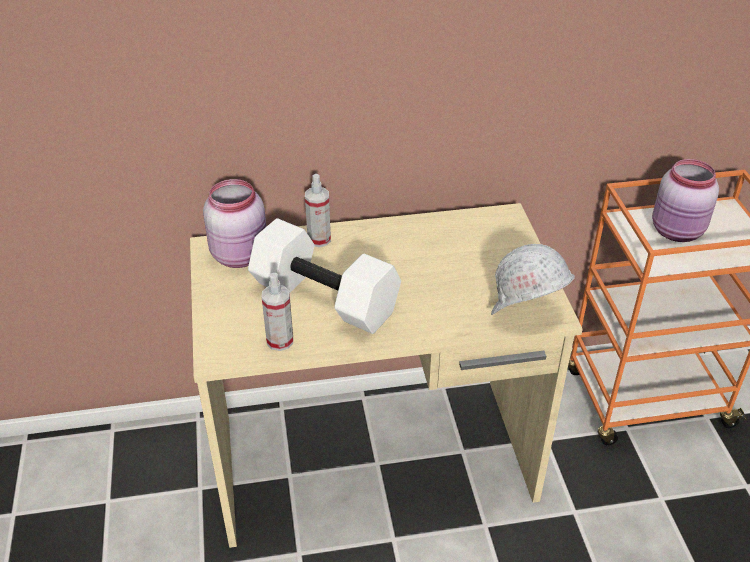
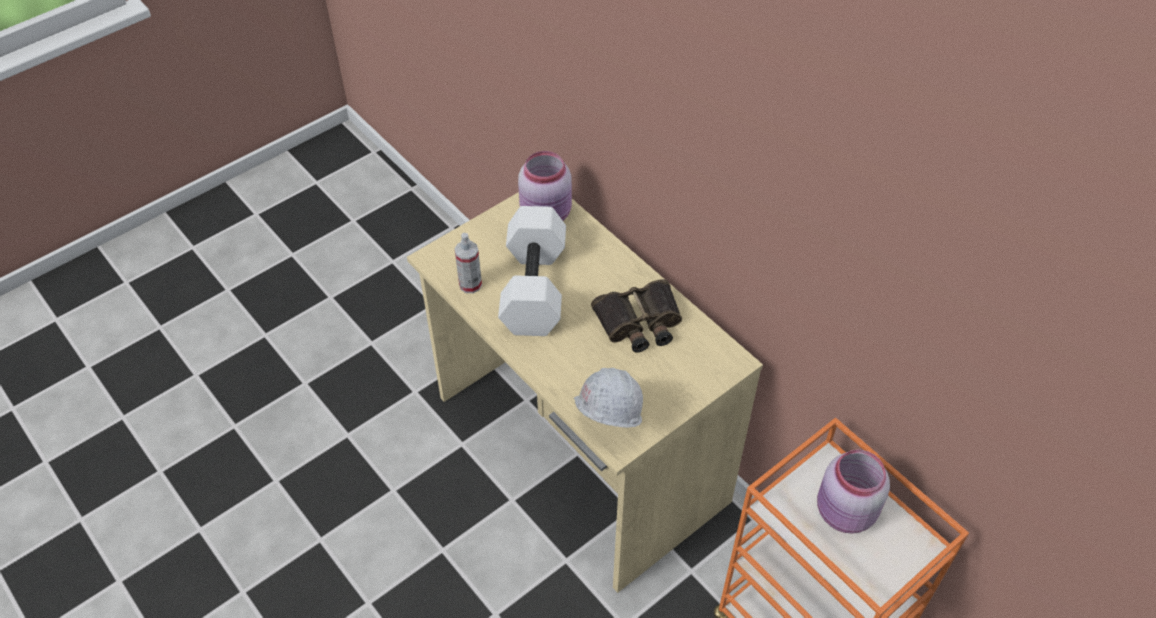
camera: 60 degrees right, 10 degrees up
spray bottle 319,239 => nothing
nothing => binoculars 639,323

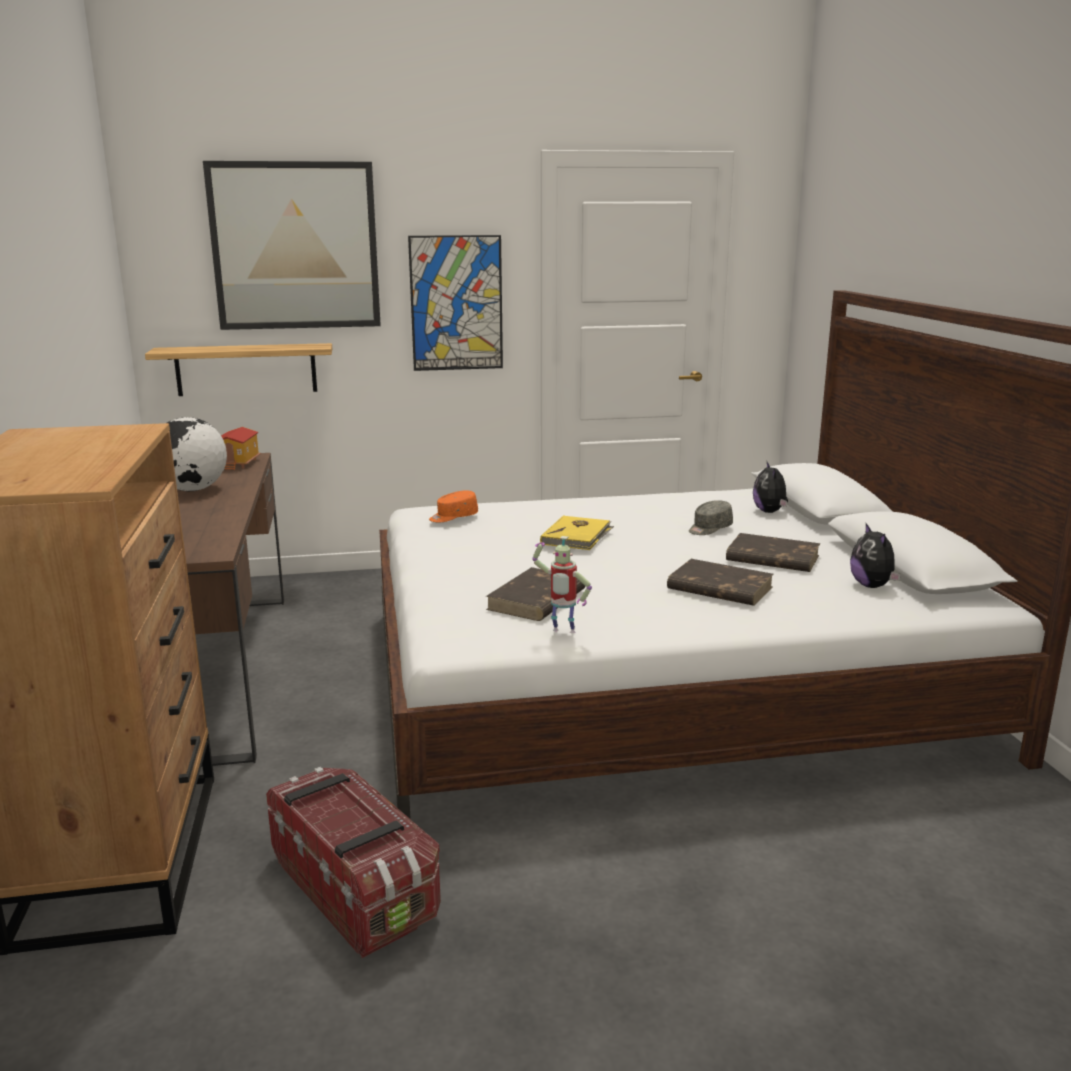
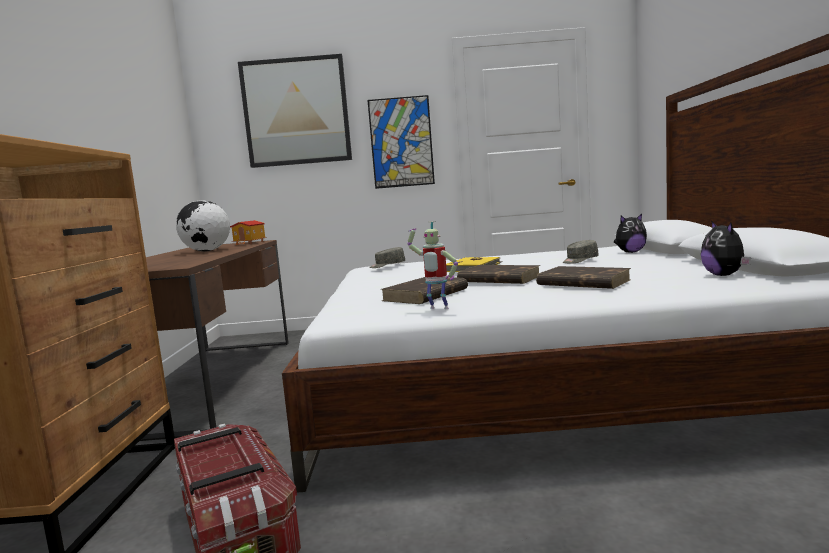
camera: 10 degrees right, 10 degrees down
shelf 246,369 => nothing
cap (orange) 453,517 => cap (grey) 387,266
book (brown) 771,558 => book (brown) 498,279, relocated
plush toy 770,512 => plush toy 630,252, 105 degrees counterclockwise

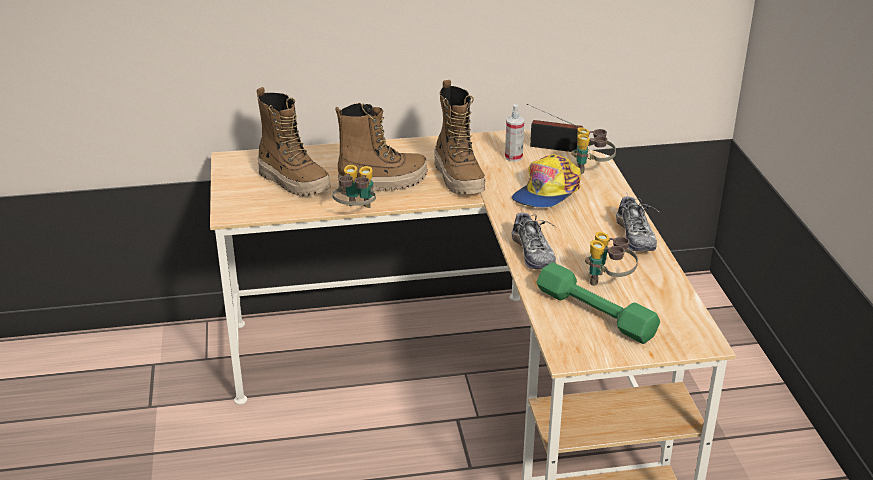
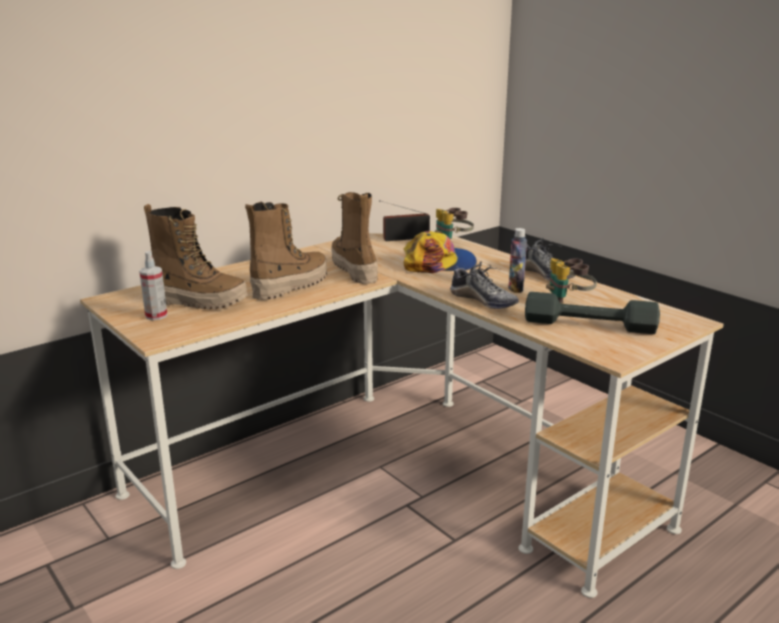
camera: 30 degrees left, 10 degrees down
binoculars 356,212 => nothing
boot 459,178 => boot 354,269, 150 degrees counterclockwise
spray bottle 513,157 => spray bottle 156,316, relocated
cap 547,193 => cap 439,264, 105 degrees counterclockwise
dumbbell (green) 595,313 => dumbbell (grey) 589,325
nothing => bottle 516,289

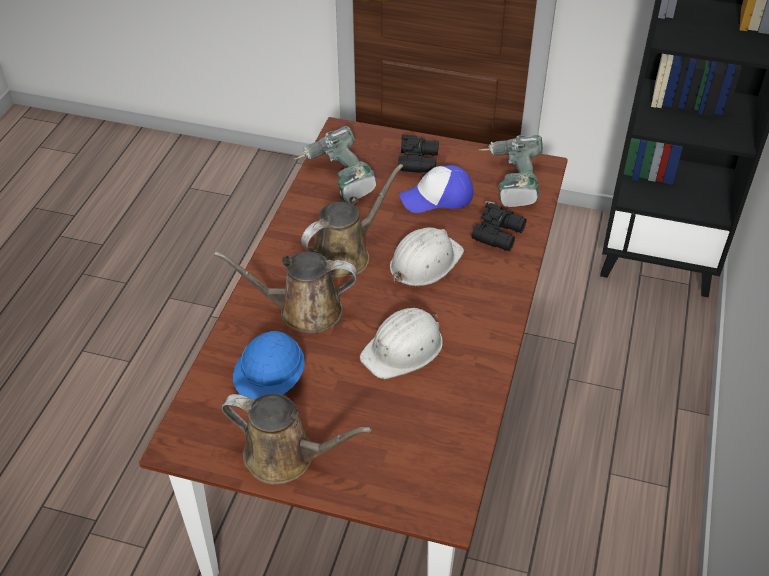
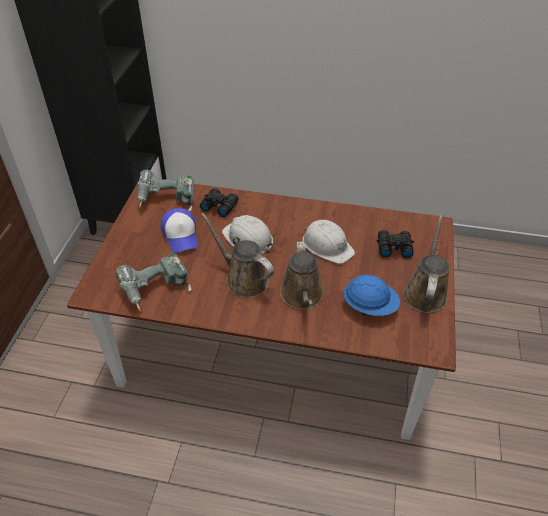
camera: 95 degrees left, 0 degrees up
binoculars (black) 419,161 => binoculars (black) 393,247, relocated

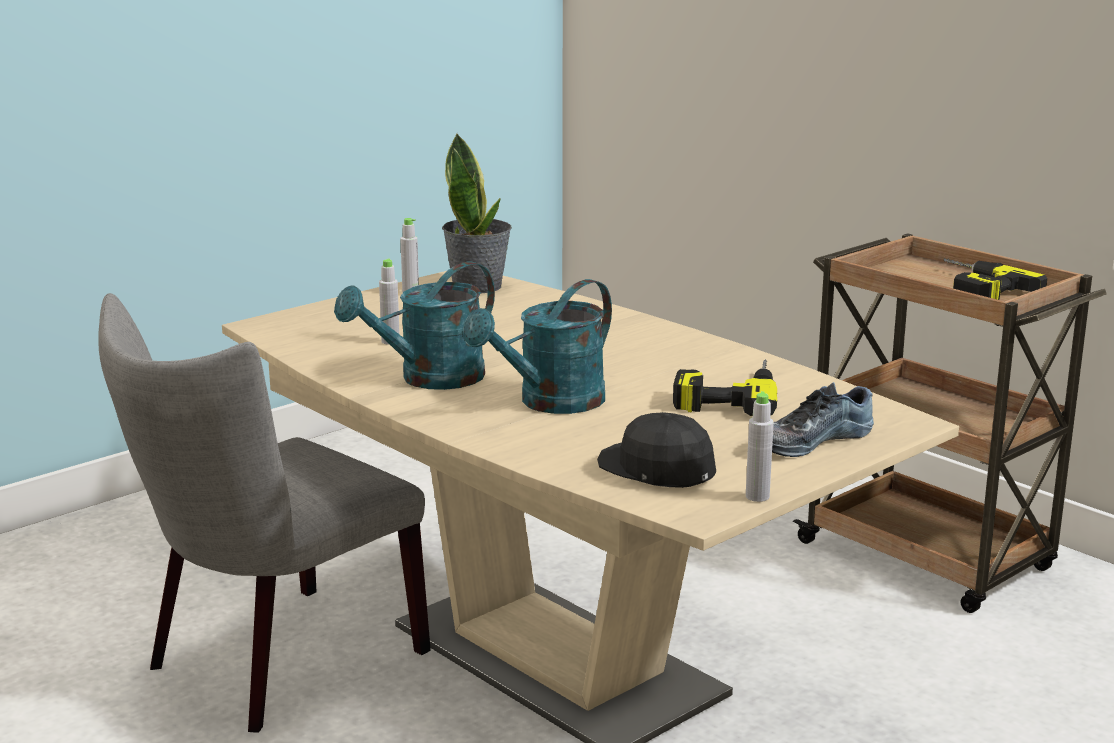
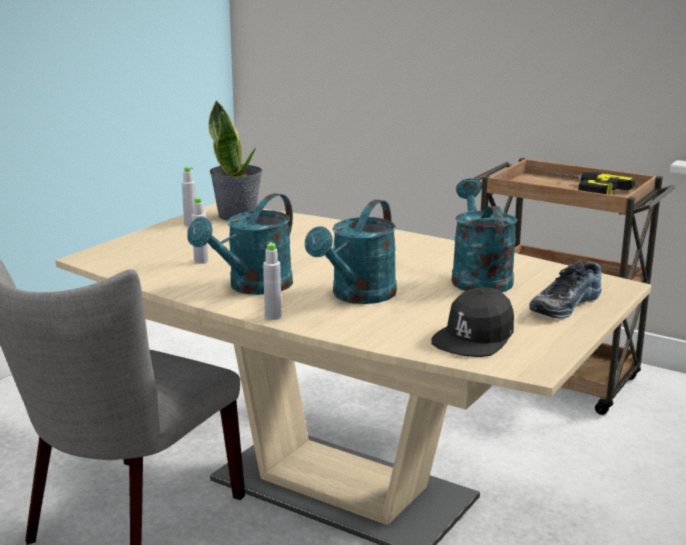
camera: 15 degrees left, 0 degrees up
cap (black) 657,468 => cap (black) 475,337, 90 degrees counterclockwise
power drill 727,394 => watering can (turquoise) 478,277
bottle (grey) 757,497 => bottle (grey) 273,317, relocated

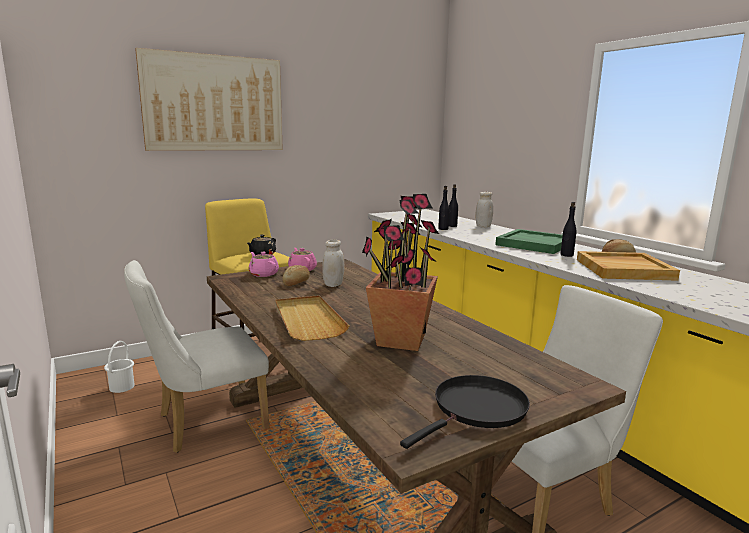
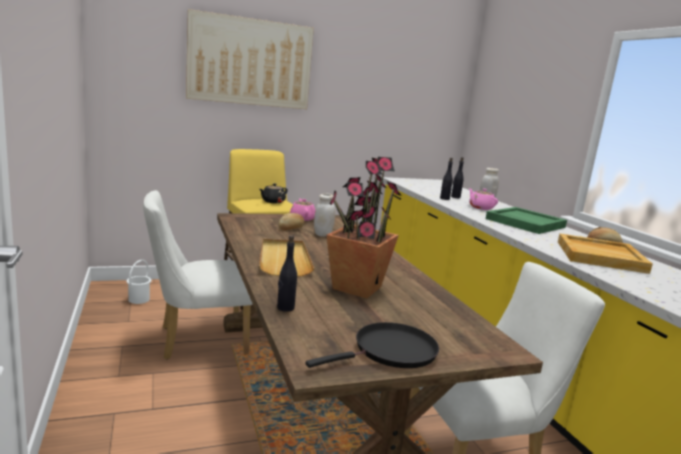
camera: 10 degrees right, 0 degrees up
teapot (pink) 263,274 => teapot (pink) 480,208, relocated
bottle (black) 566,255 => bottle (black) 285,308, relocated

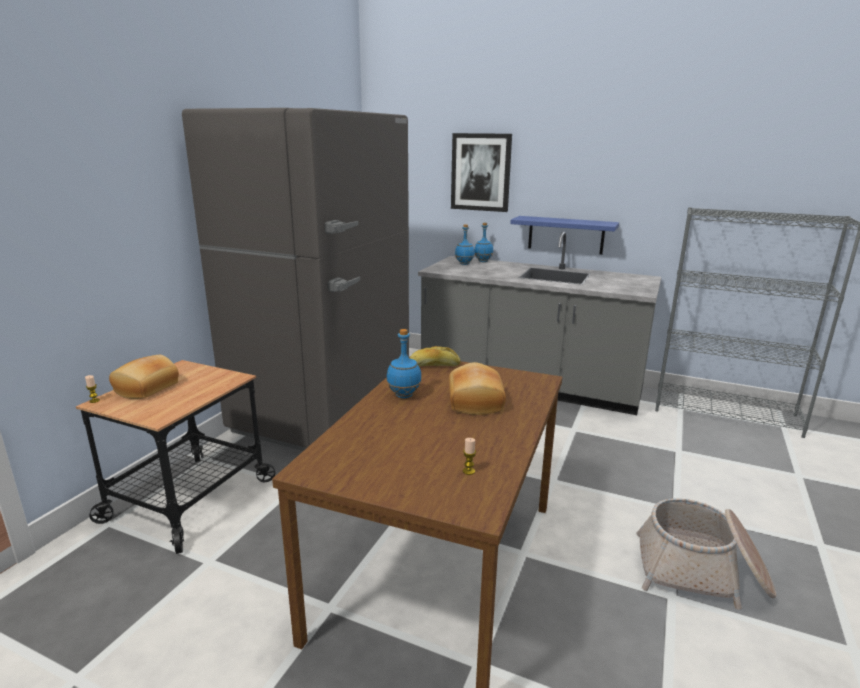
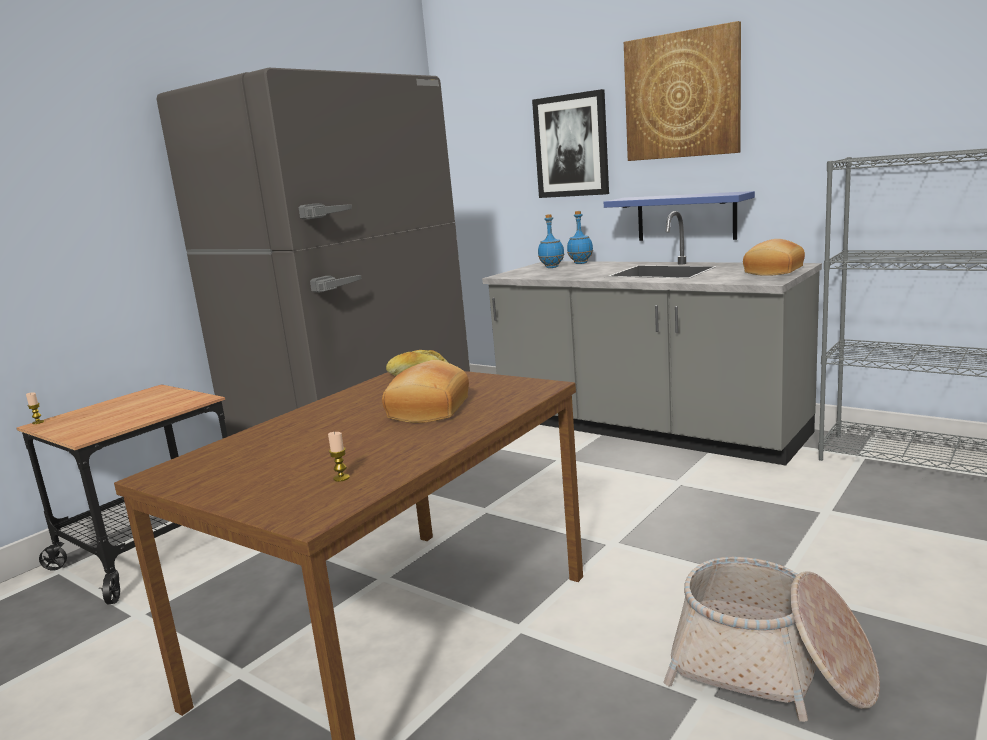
camera: 15 degrees right, 5 degrees down
bread 147,388 => bread 775,271, relocated
bottle (blue) 404,395 => nothing
nothing => picture 682,96

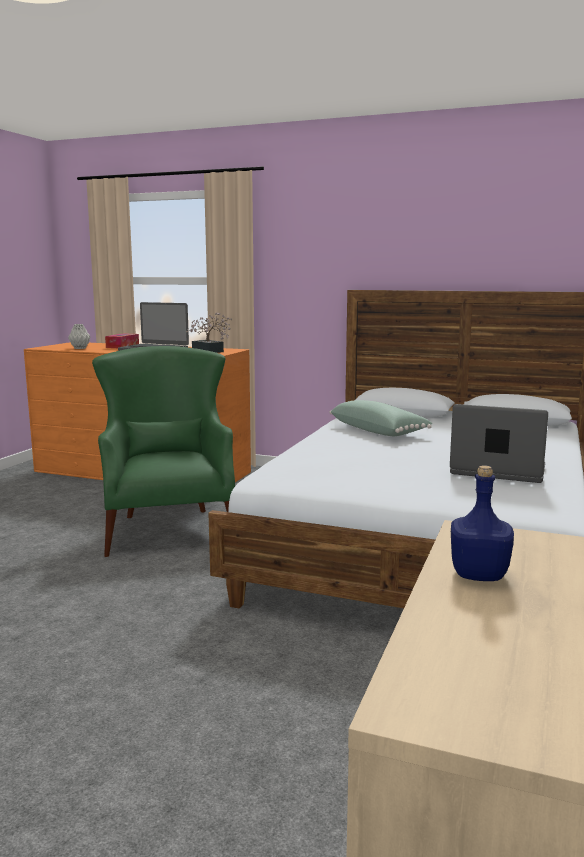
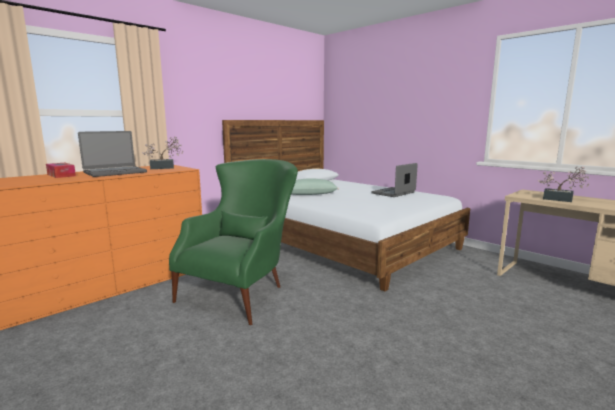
camera: 65 degrees left, 0 degrees up
vase (grey) 80,348 => nothing
armchair (green) 168,524 => armchair (green) 243,290, 105 degrees clockwise
bottle (blue) 478,574 => potted plant 561,199

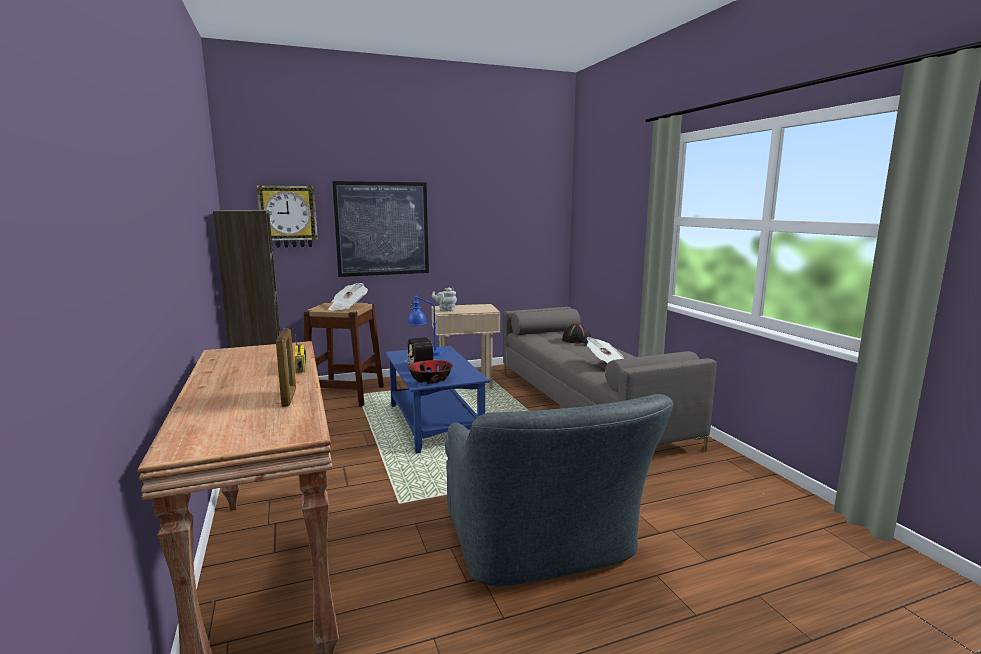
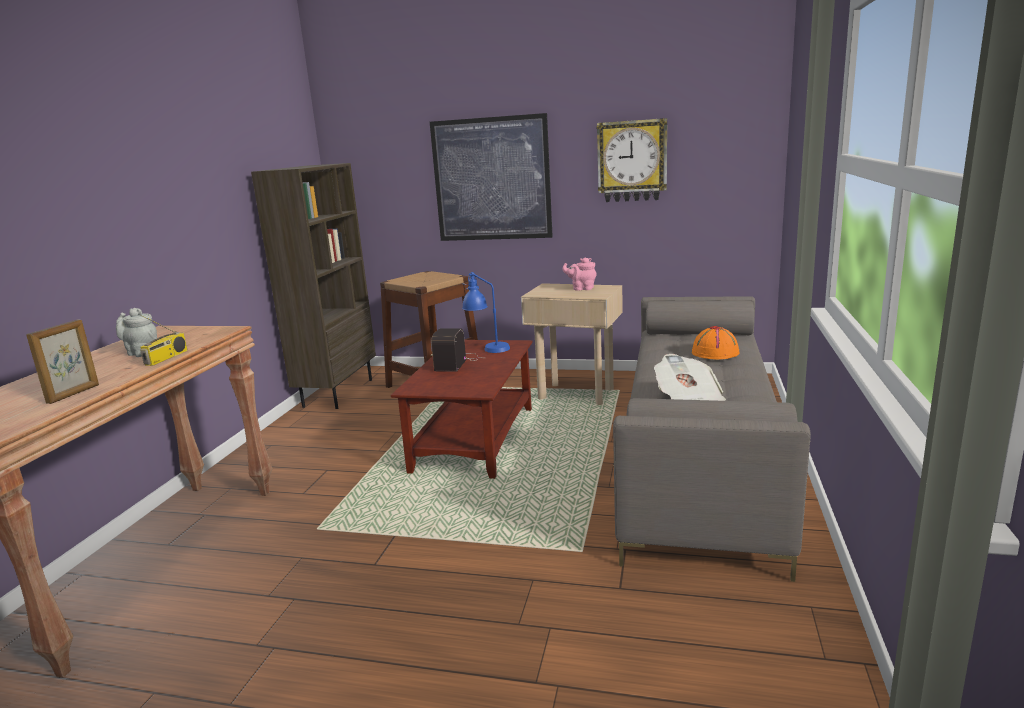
camera: 35 degrees right, 5 degrees up
wall clock 288,216 => wall clock 632,161, relocated
newspaper 347,307 => nothing
coffee table (blue) 435,423 => coffee table (brown) 475,440
bowl 430,379 => nothing
teapot (grey) 445,310 => teapot (grey) 142,352, relocated
armchair (grey) 542,544 => nothing
hat (black) 577,340 => hat (orange) 715,353
nothing => teapot (pink) 581,288

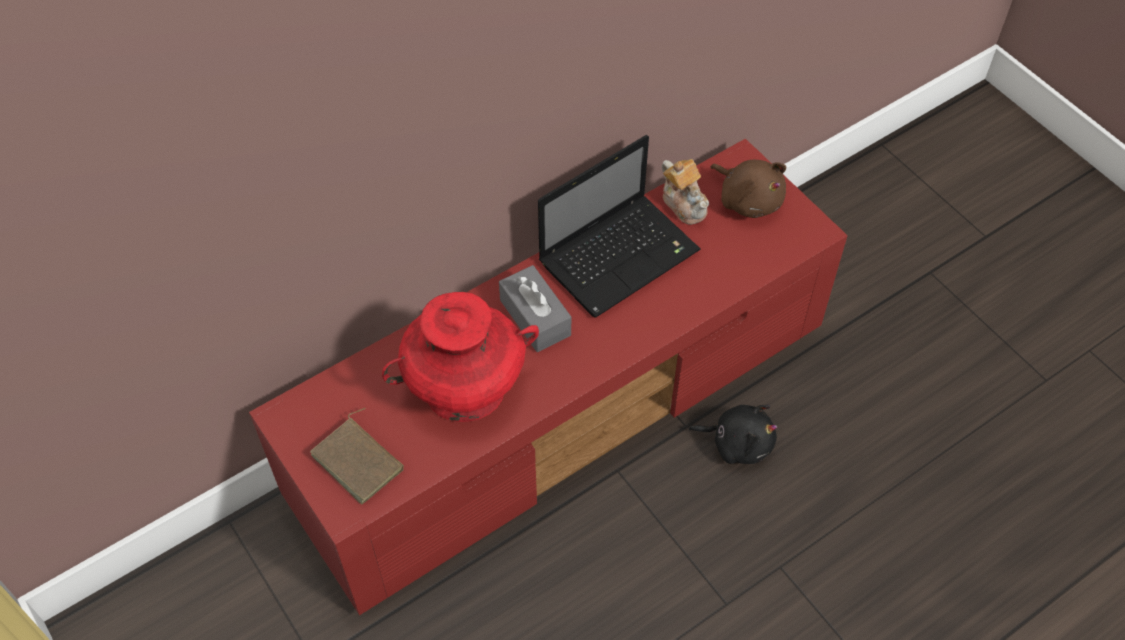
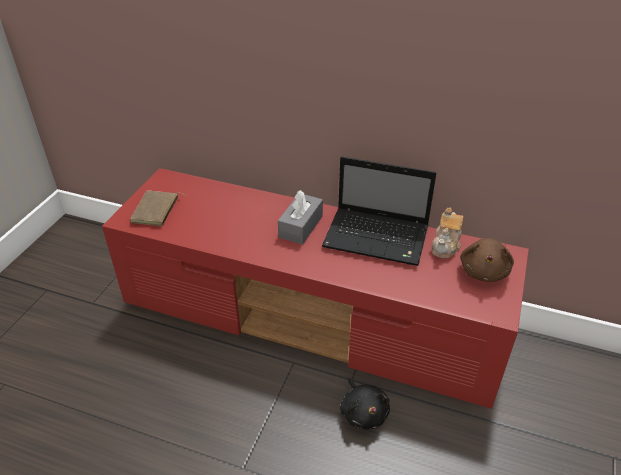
camera: 55 degrees right, 15 degrees down
vase (red) 465,388 => nothing

